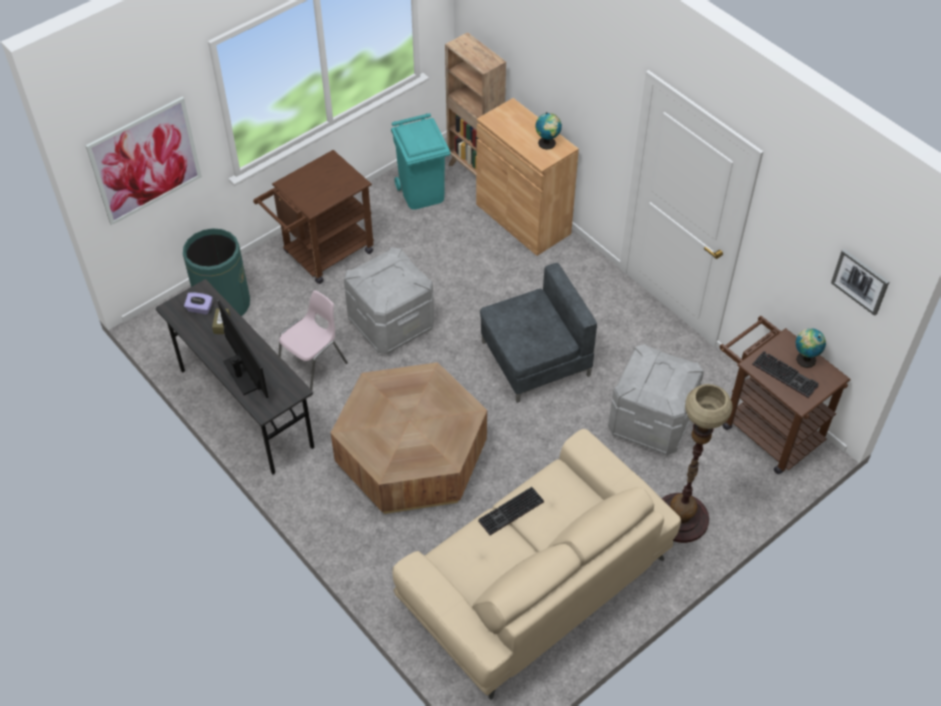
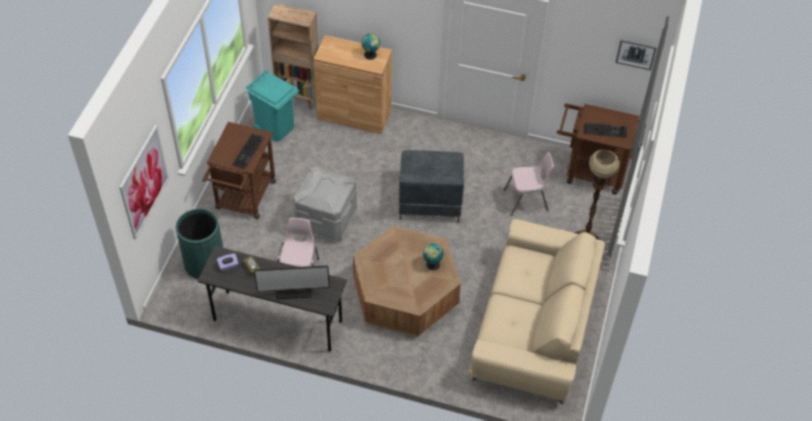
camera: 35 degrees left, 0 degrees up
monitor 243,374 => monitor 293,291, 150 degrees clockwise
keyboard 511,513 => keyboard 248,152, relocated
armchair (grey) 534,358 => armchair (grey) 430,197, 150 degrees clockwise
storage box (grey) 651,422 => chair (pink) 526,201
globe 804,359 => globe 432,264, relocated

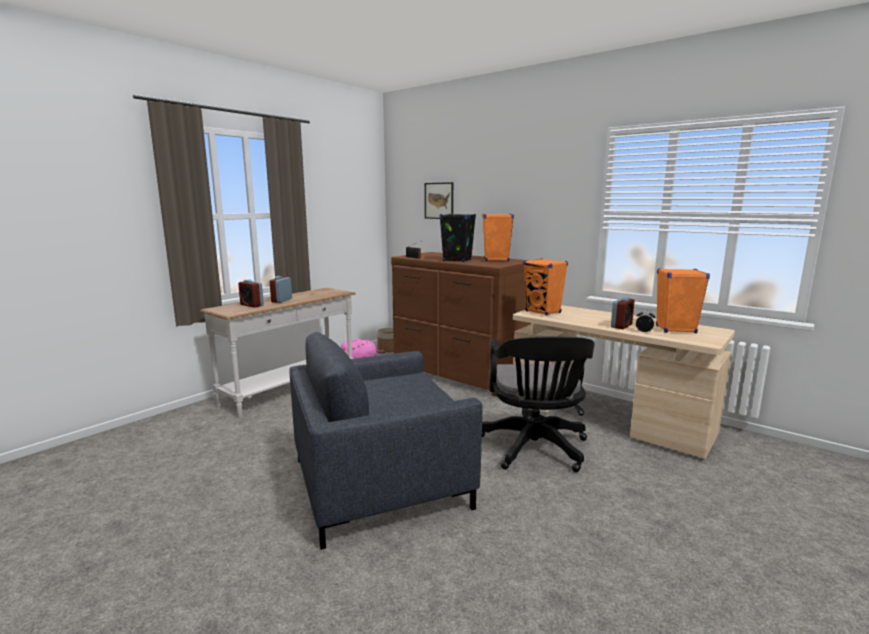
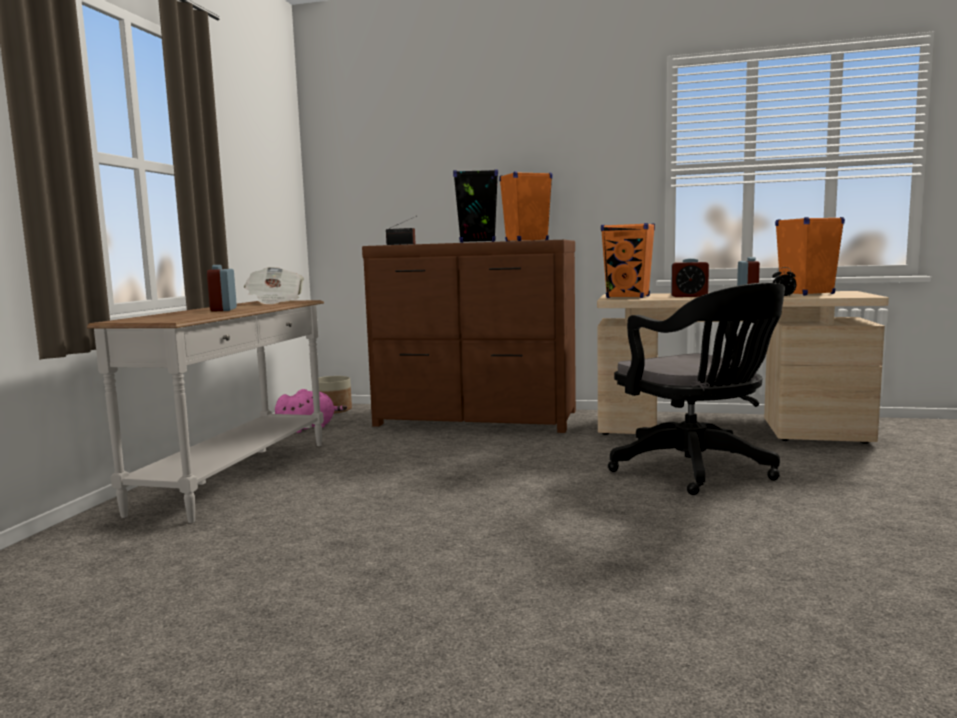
camera: 25 degrees left, 5 degrees down
alarm clock 252,305 => alarm clock 689,296, relocated
armchair (grey) 379,482 => nothing
picture 439,200 => nothing
nothing => newspaper 275,302

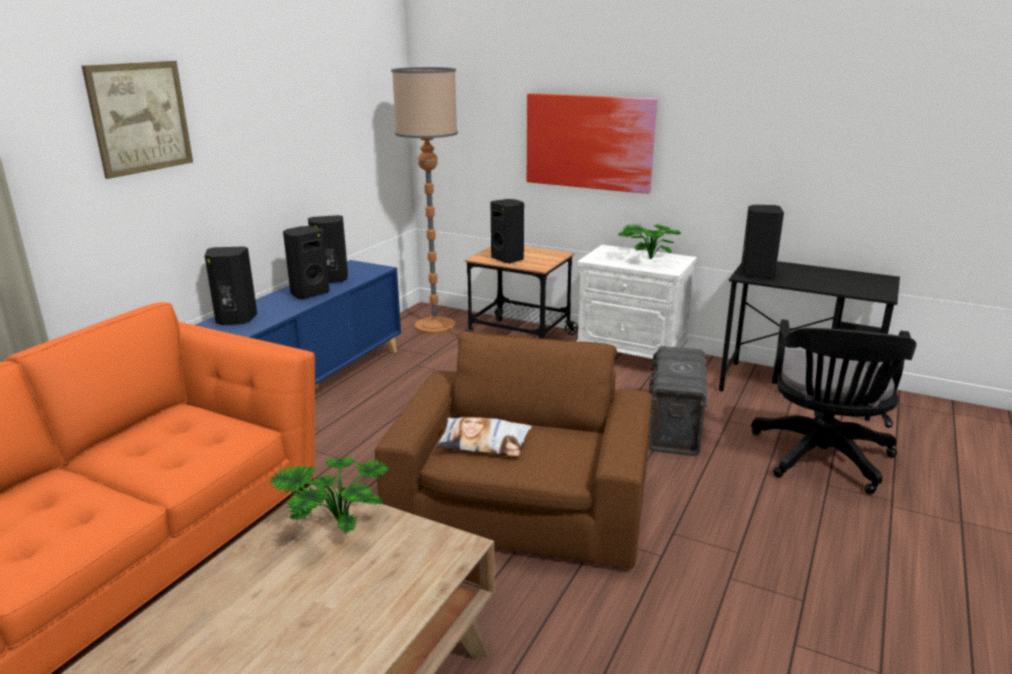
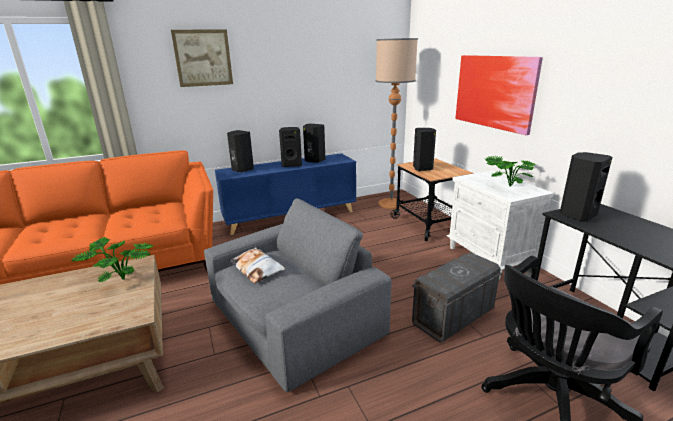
camera: 40 degrees right, 0 degrees up
armchair (brown) 522,503 => armchair (grey) 293,319

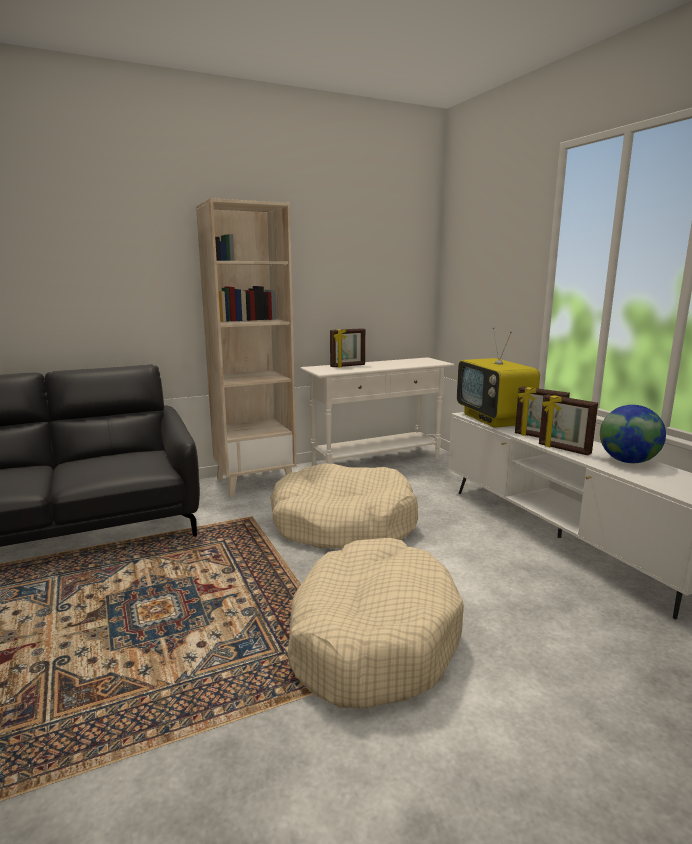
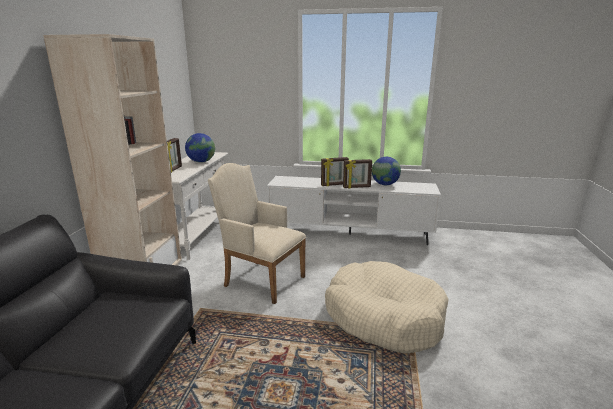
camera: 55 degrees left, 5 degrees up
dog bed (beige) 343,524 => armchair (beige) 261,279
television 494,419 => nothing
nothing => globe 201,162

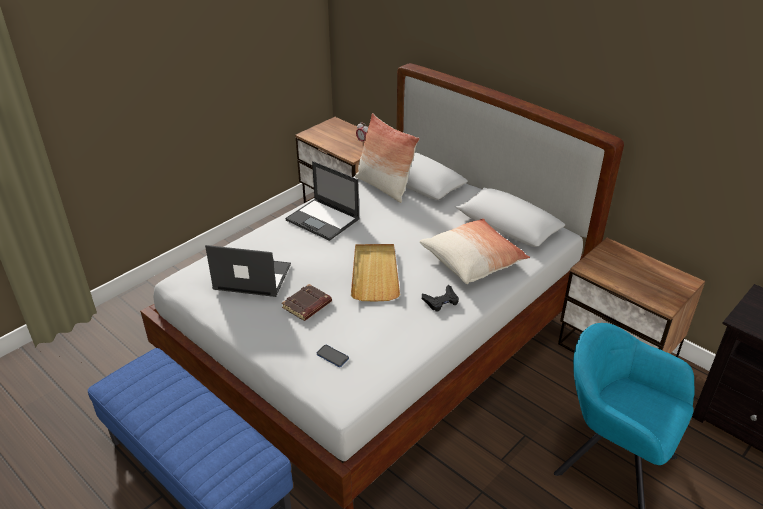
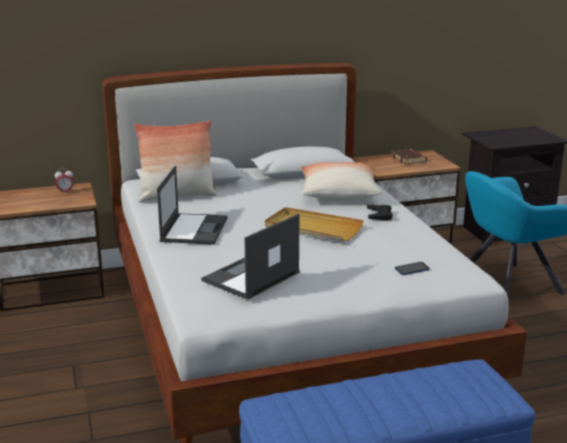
camera: 60 degrees left, 15 degrees down
book (brown) 307,306 => book (brown) 409,159, relocated
laptop 323,220 => laptop 194,229, 60 degrees counterclockwise

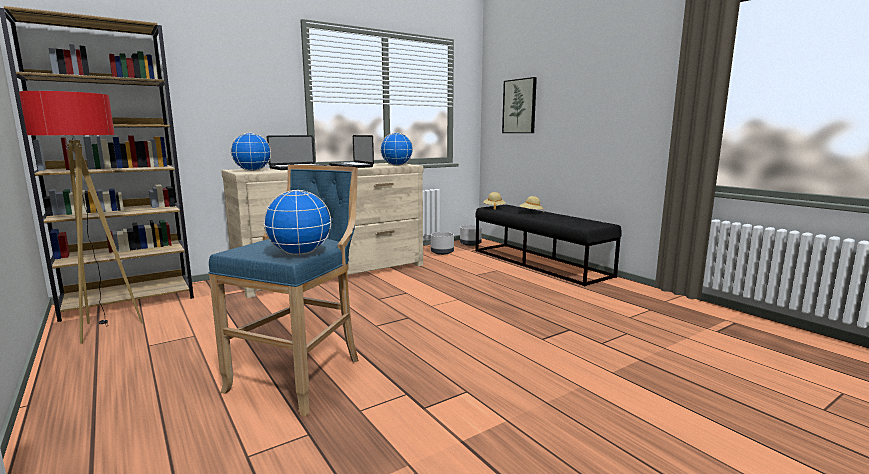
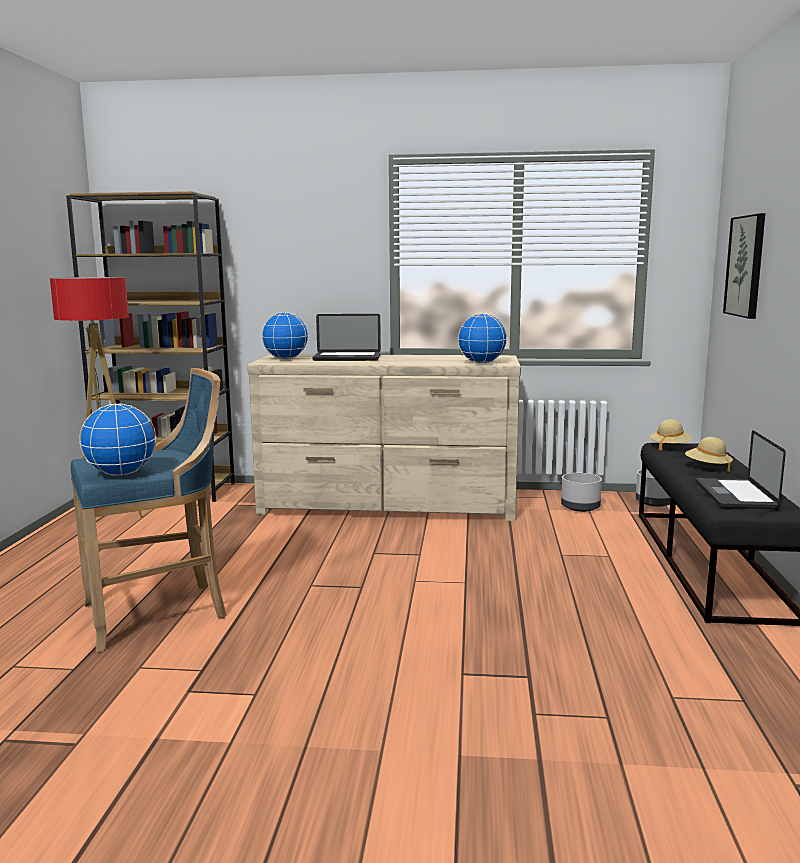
camera: 40 degrees right, 0 degrees up
laptop 351,166 => laptop 735,495, relocated

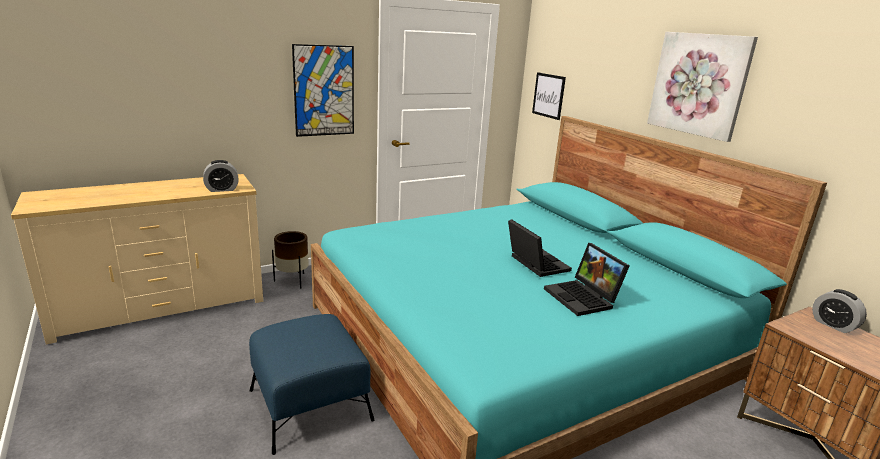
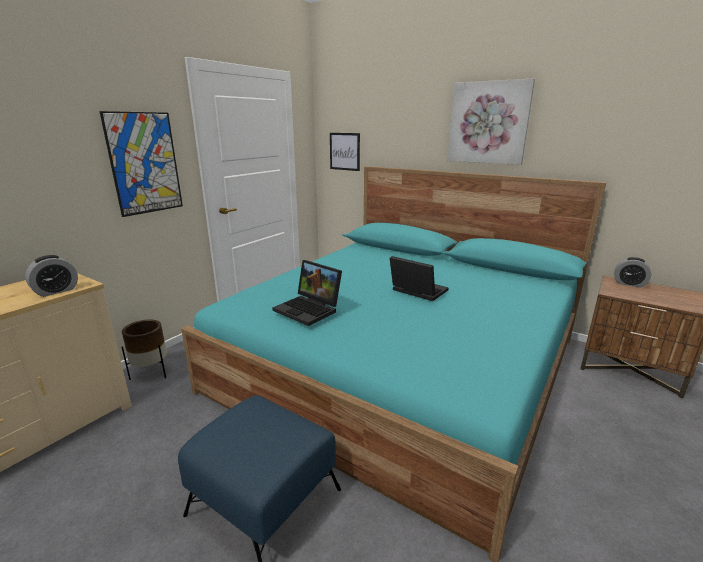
camera: 25 degrees left, 0 degrees up
laptop 583,298 => laptop 310,309, relocated

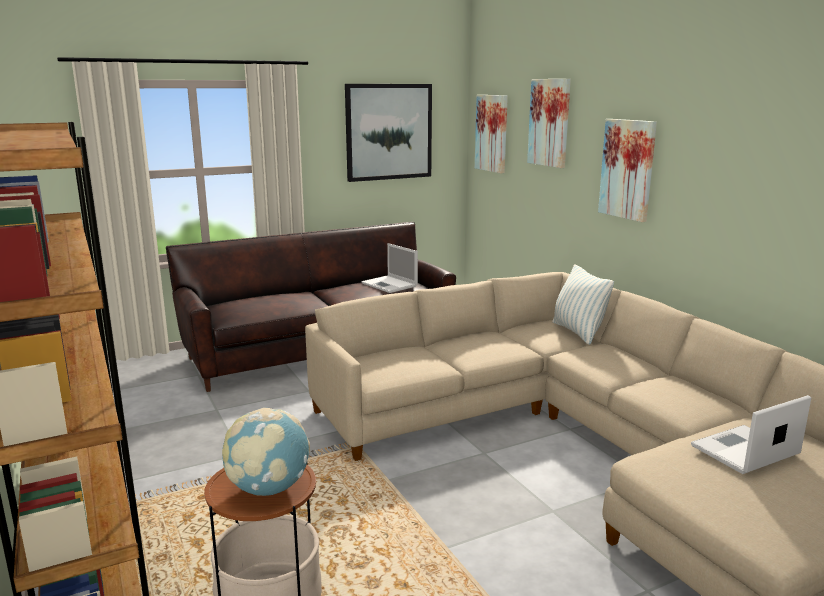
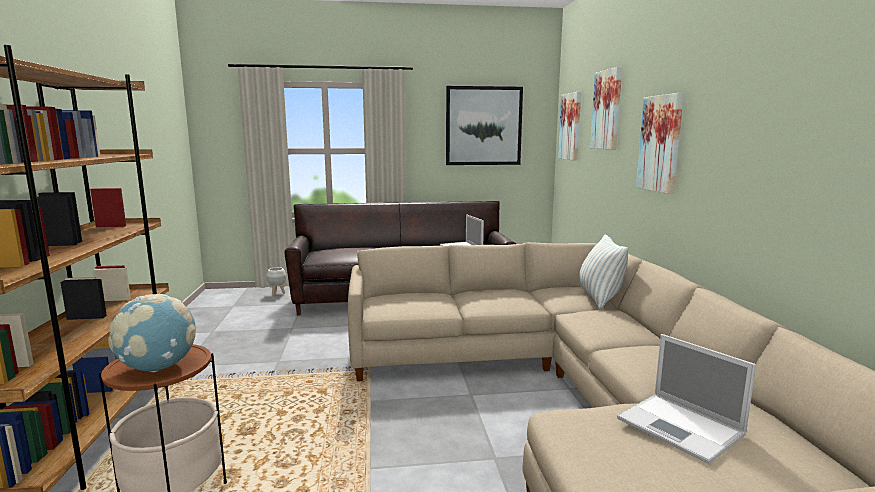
camera: 20 degrees right, 5 degrees down
laptop 743,451 => laptop 682,427, 120 degrees counterclockwise
nothing => planter (white) 277,293

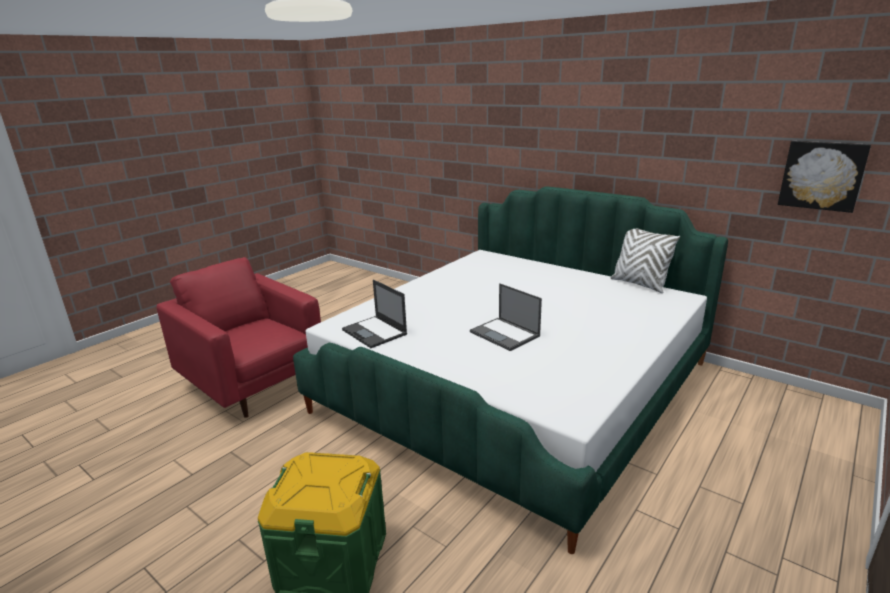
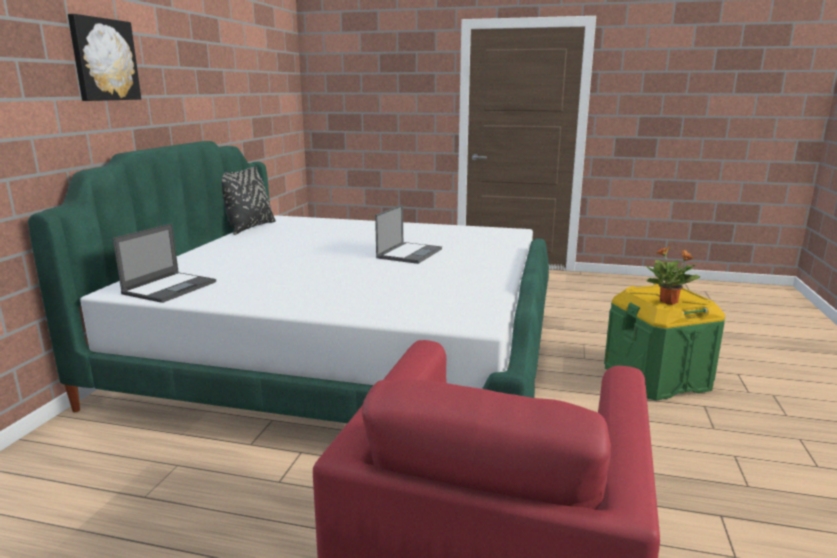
camera: 115 degrees left, 5 degrees down
laptop 375,332 => laptop 170,287, relocated
pillow (white) 639,284 => pillow (black) 249,227
picture 822,175 => picture 103,60, relocated
nothing => potted plant 669,302

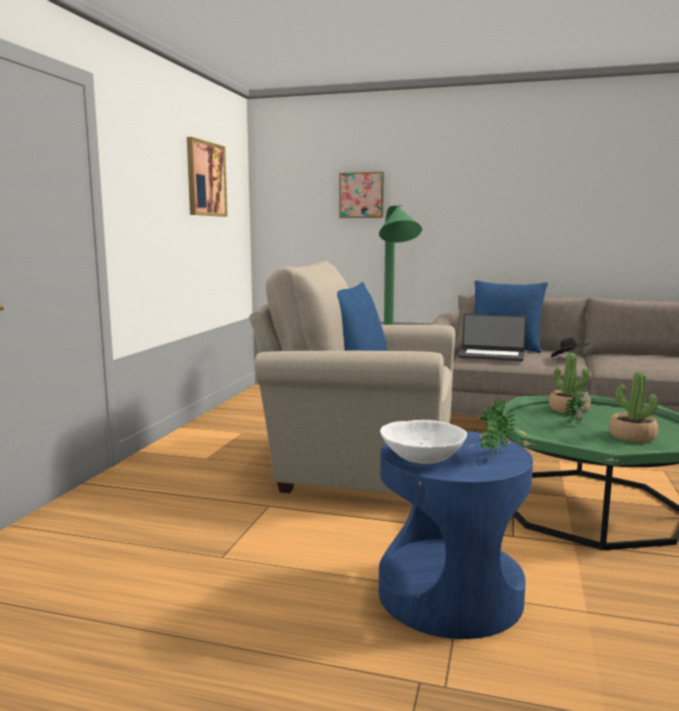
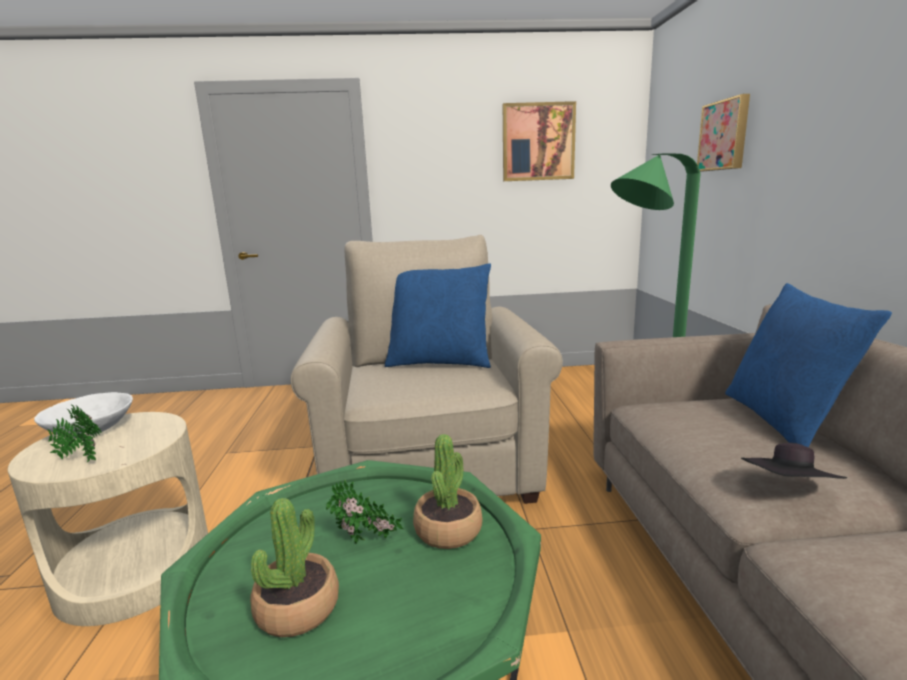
camera: 70 degrees right, 5 degrees up
side table (blue) 449,594 => side table (beige) 136,570
laptop 491,355 => nothing

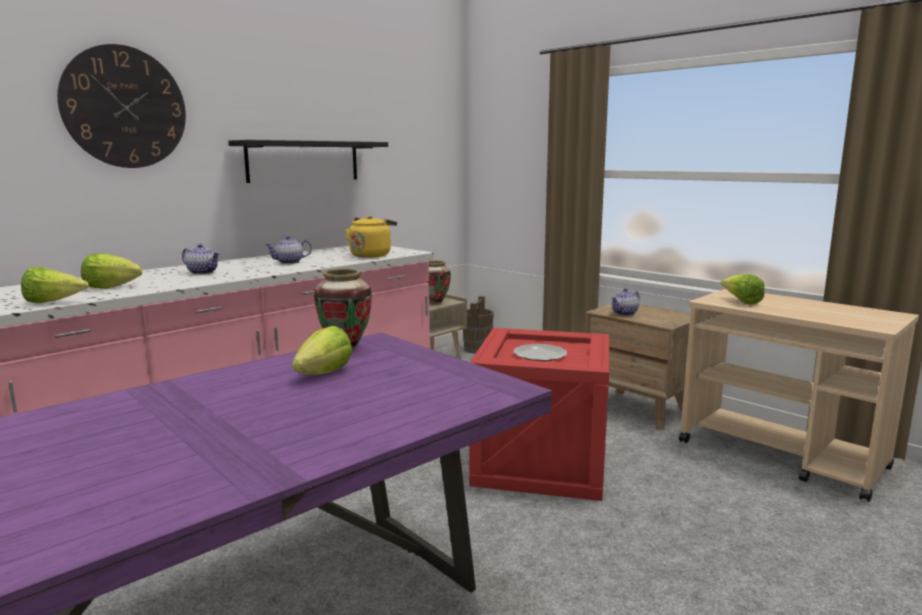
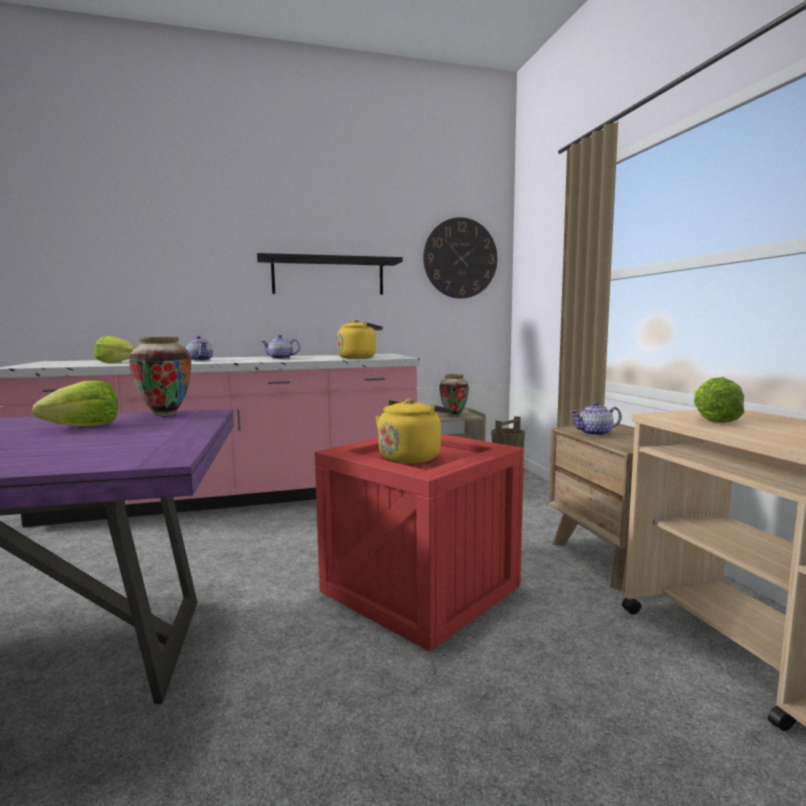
camera: 30 degrees right, 5 degrees down
lettuce 53,302 => nothing
wall clock 124,107 => wall clock 460,258, relocated
plate 540,355 => kettle (yellow) 411,457

